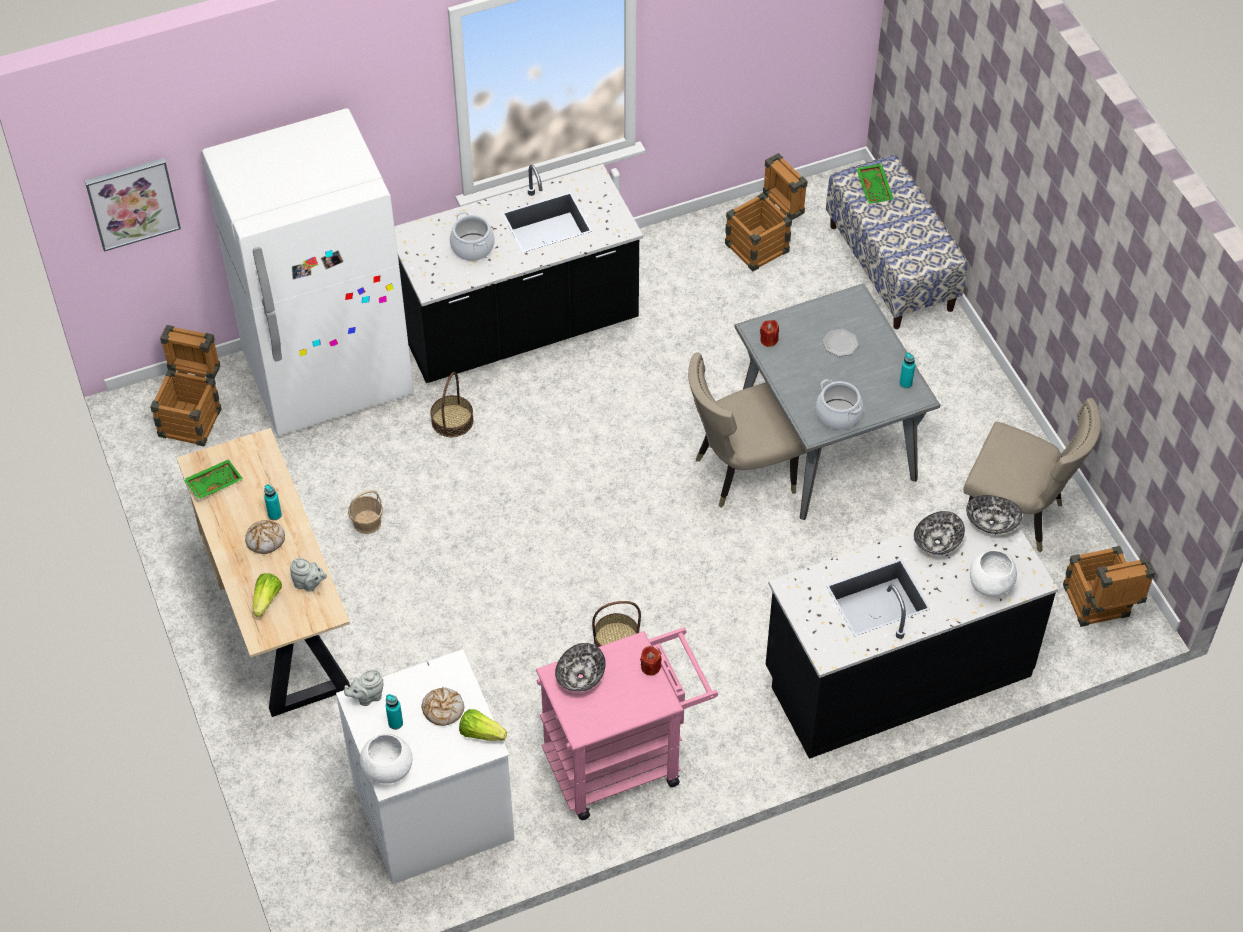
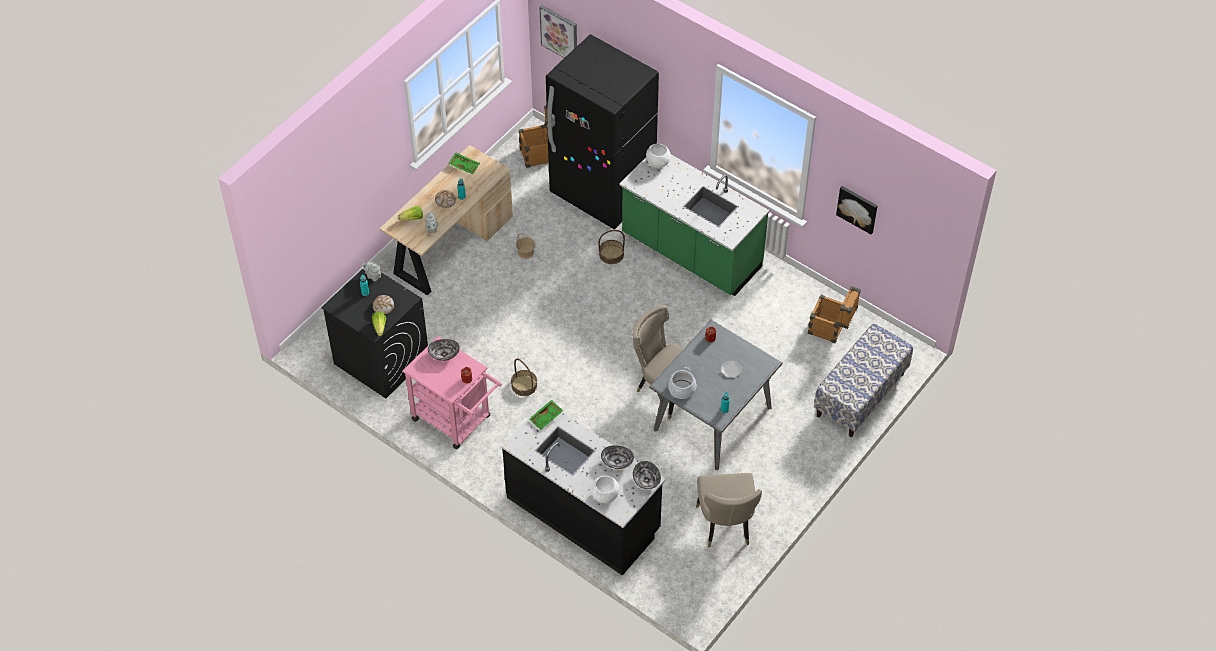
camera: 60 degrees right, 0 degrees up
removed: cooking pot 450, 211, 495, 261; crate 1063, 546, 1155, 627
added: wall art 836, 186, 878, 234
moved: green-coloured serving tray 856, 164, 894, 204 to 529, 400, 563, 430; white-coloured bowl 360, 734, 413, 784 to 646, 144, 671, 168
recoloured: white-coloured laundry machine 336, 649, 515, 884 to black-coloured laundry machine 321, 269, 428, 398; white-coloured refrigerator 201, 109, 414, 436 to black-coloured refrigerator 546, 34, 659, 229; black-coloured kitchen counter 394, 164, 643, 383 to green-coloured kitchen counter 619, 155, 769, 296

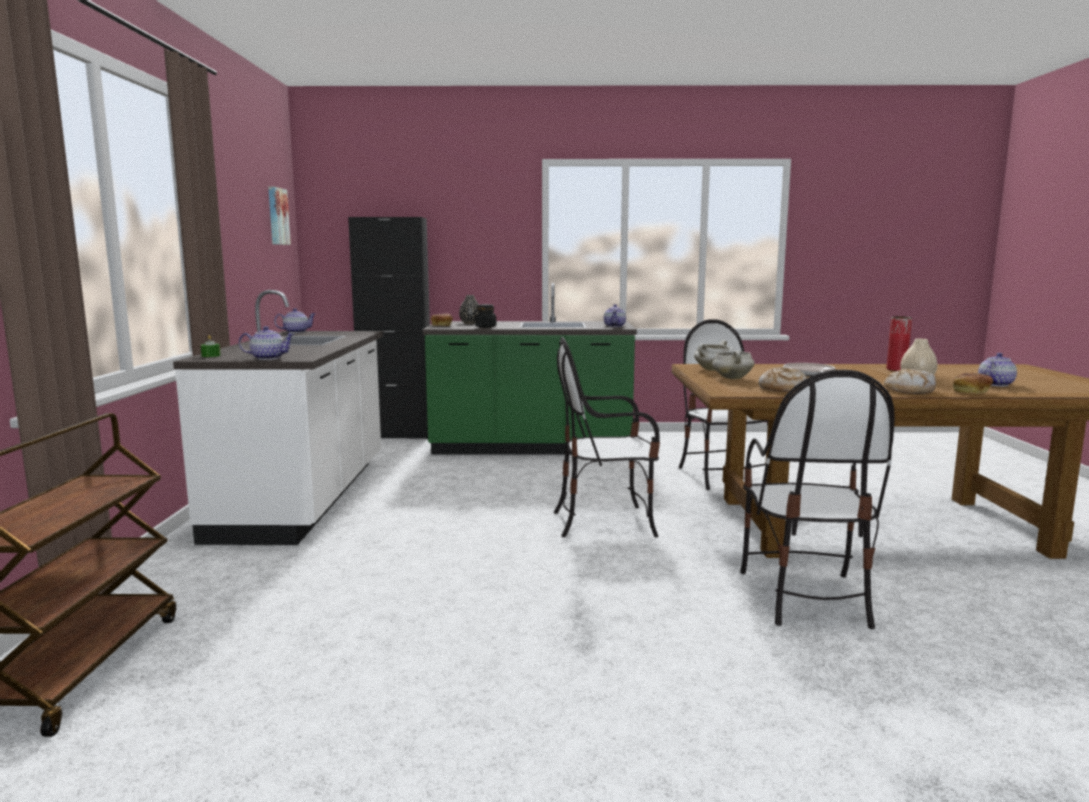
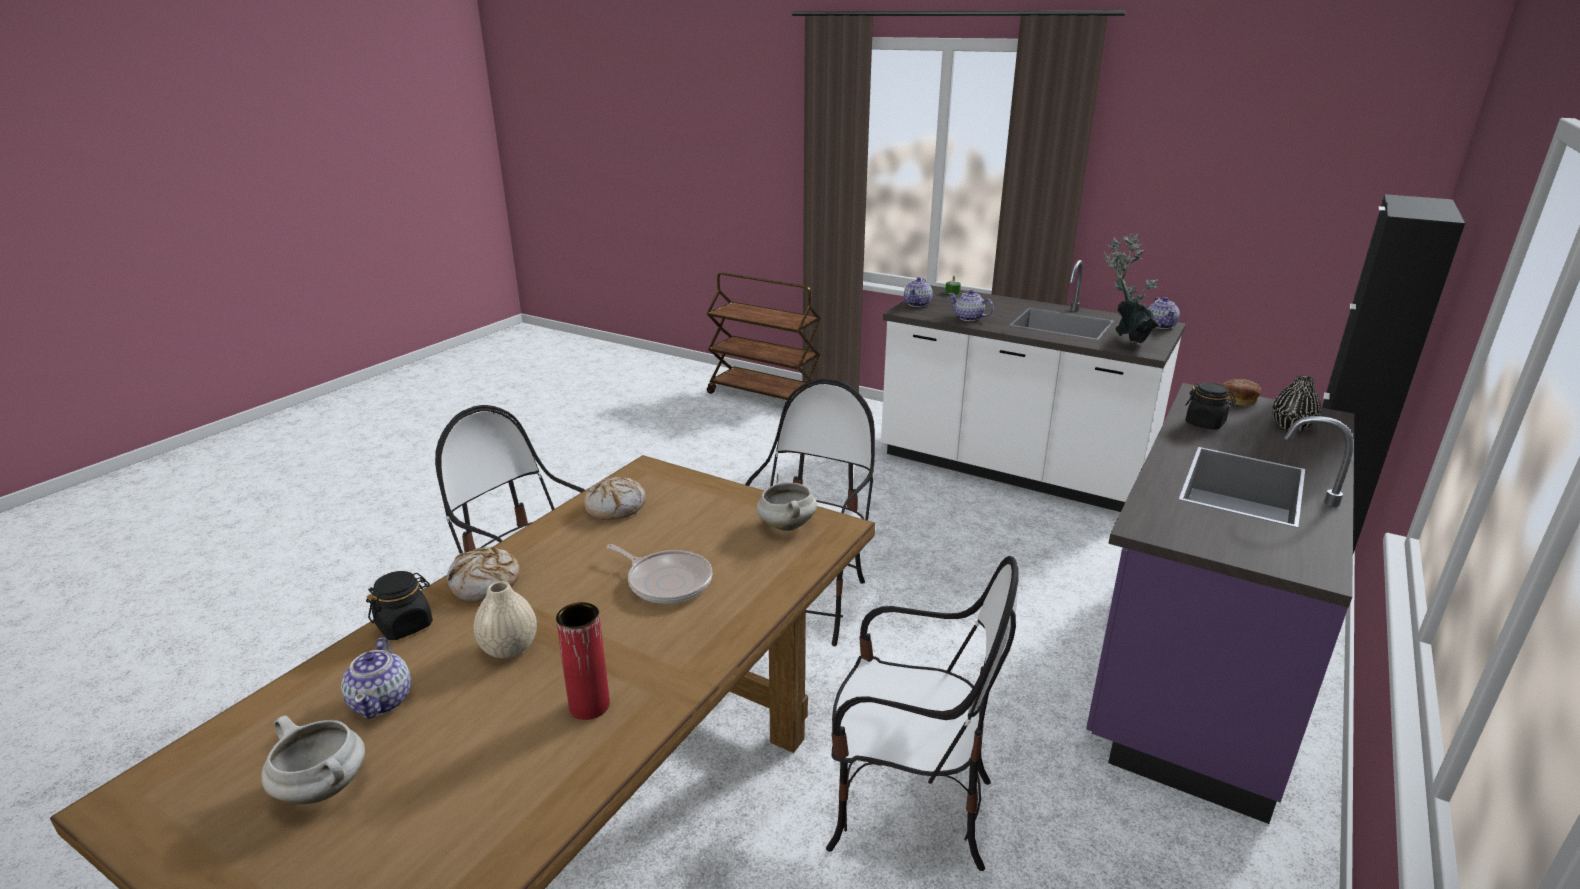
camera: 120 degrees right, 15 degrees up
removed: wall art 268, 186, 291, 245
added: plant in a pot 1104, 233, 1161, 343
moved: white-coloured cooking pot 712, 346, 755, 379 to 261, 715, 365, 804; tea pot 604, 304, 626, 327 to 948, 290, 994, 321
replaced: bread 953, 373, 993, 394 to black-coloured preserve jar 366, 571, 433, 640
recoloured: green-coloured kitchen counter 422, 283, 637, 455 to purple-coloured kitchen counter 1086, 383, 1354, 824

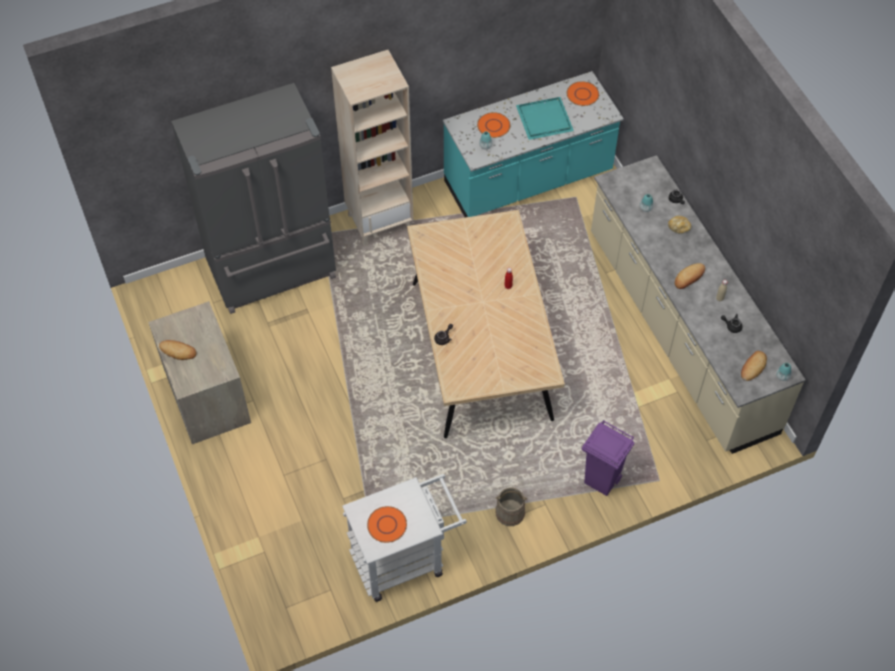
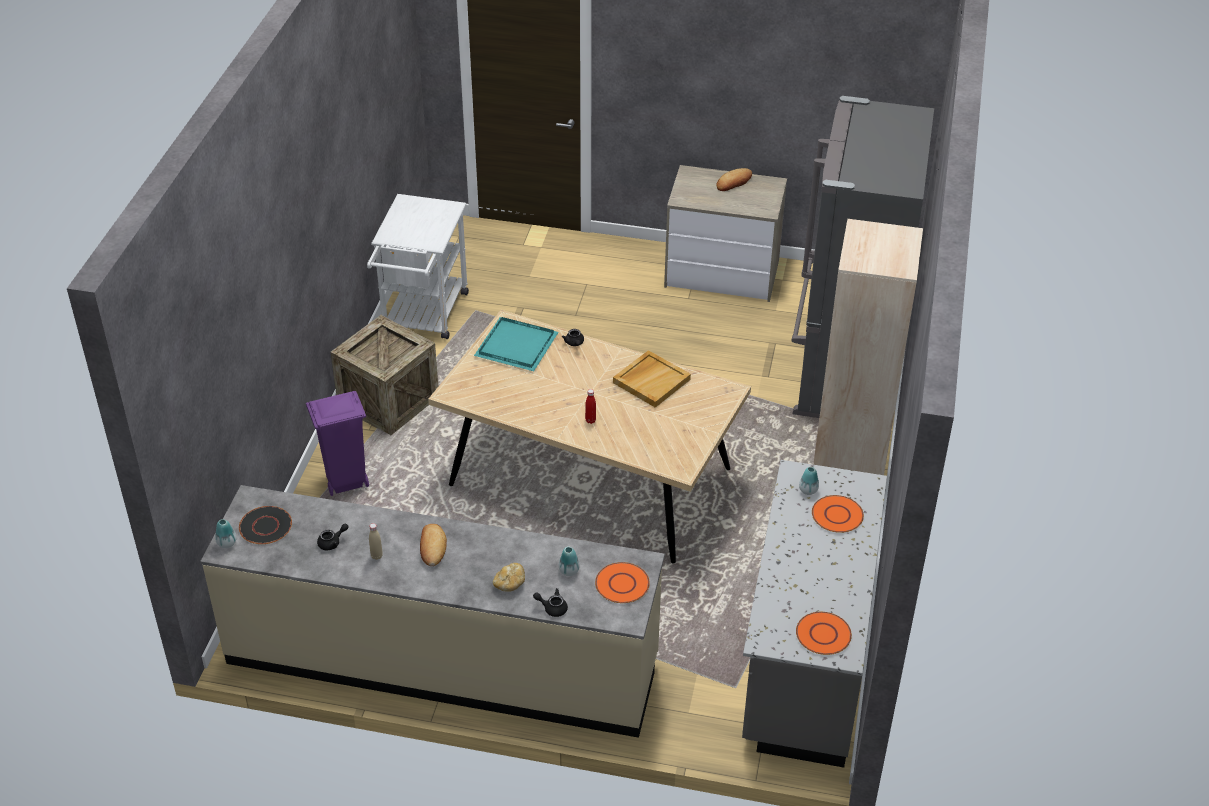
camera: 125 degrees right, 15 degrees down
added: beige-coloured serving tray 613, 350, 691, 408
moved: turquoise serving tray 516, 97, 574, 140 to 474, 317, 559, 371; orangey flat dish 367, 506, 407, 543 to 595, 562, 650, 603
replaced: bread 741, 351, 767, 381 to black-coloured flat dish 239, 506, 292, 544; beige-coloured bucket 496, 488, 527, 526 to crate 330, 315, 438, 435
recoloured: turquoise kitchen counter 443, 71, 624, 218 to greyish kitchen counter 742, 460, 887, 768

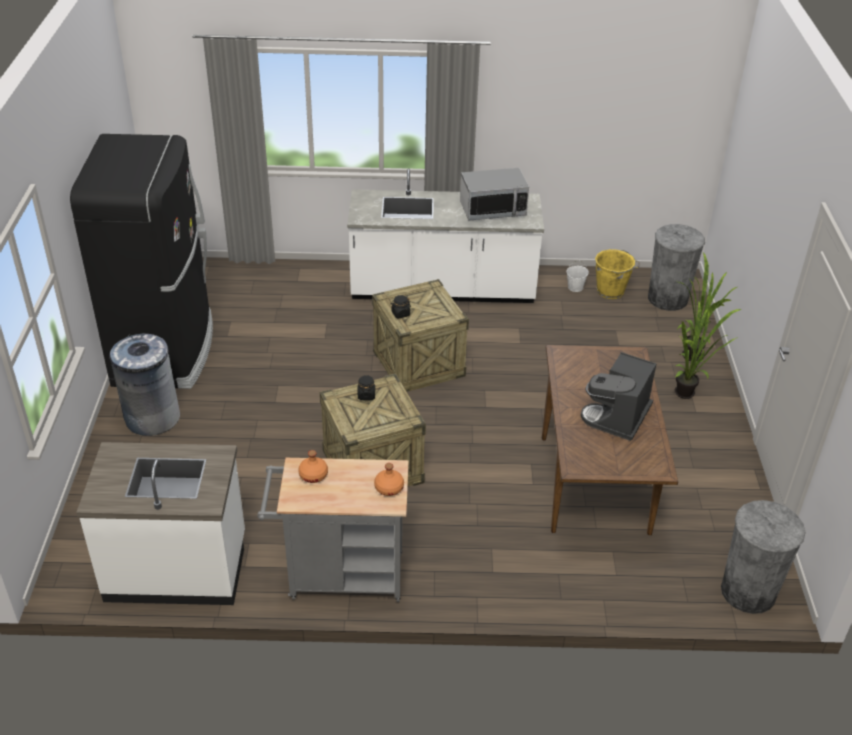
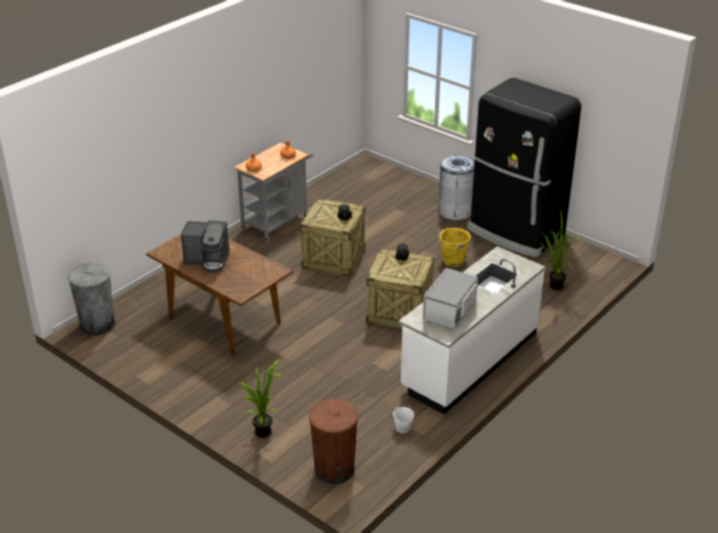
camera: 130 degrees right, 5 degrees down
removed: white-coloured kitchen counter 76, 442, 245, 605
moved: yellow bucket 595, 249, 640, 299 to 438, 228, 471, 267; plant in a pot 675, 301, 741, 399 to 540, 210, 581, 290
recoloured: greyish trash can 648, 224, 705, 311 to brown-coloured trash can 309, 399, 358, 484
turned: coffee brewer 581, 352, 657, 441 = 181, 220, 230, 273 120 degrees clockwise

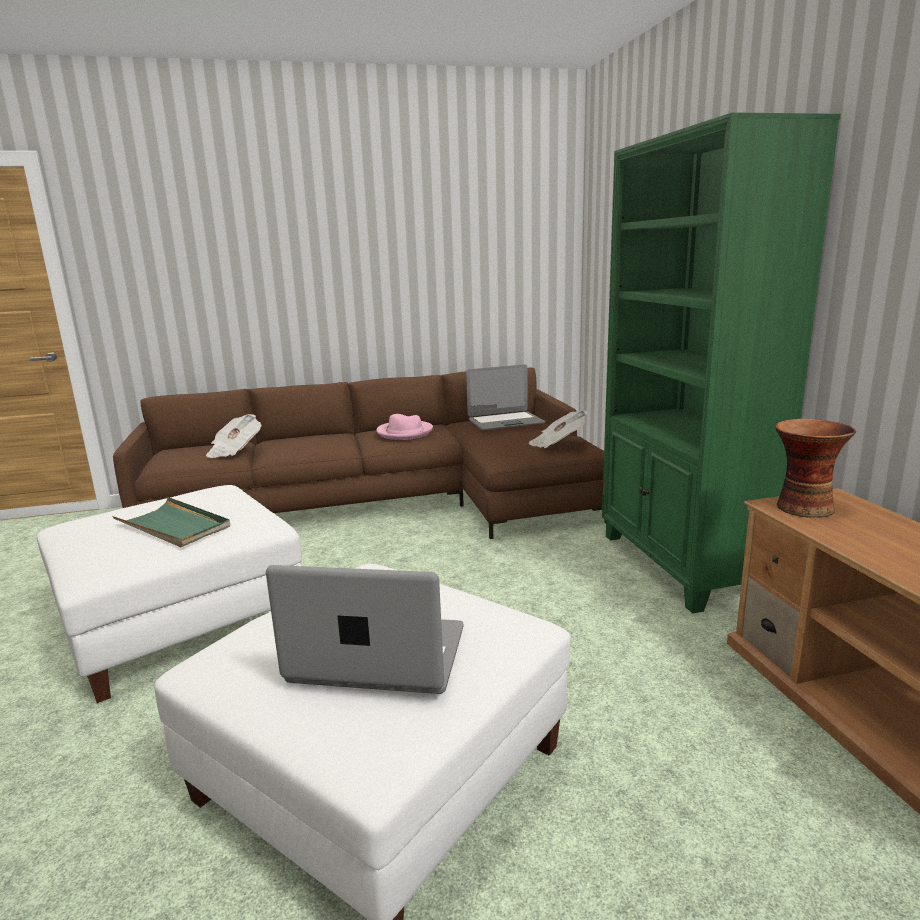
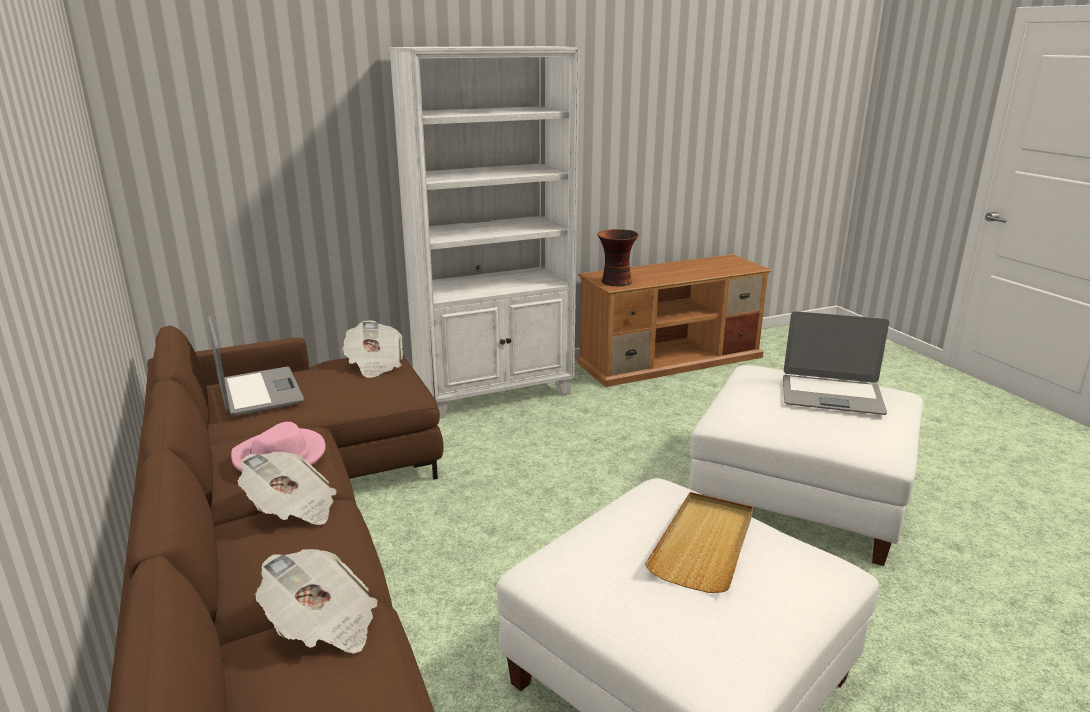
camera: 100 degrees left, 5 degrees up
added: newspaper 238, 452, 337, 525
recoloured: green-coloured bookshelf 602, 113, 841, 613 to white-coloured bookshelf 389, 46, 580, 418; green-coloured serving tray 112, 497, 230, 547 to beige-coloured serving tray 645, 492, 753, 593
turned: notebook computer 266, 565, 463, 694 = 783, 311, 889, 415 75 degrees counterclockwise

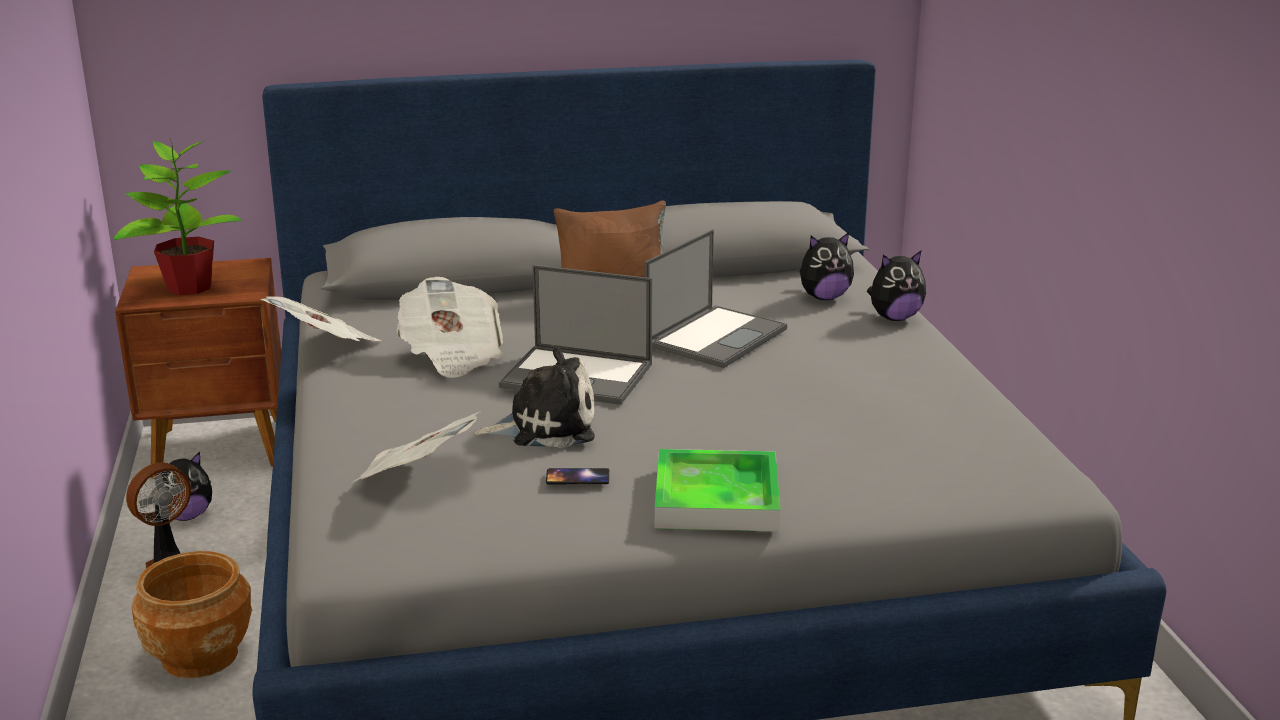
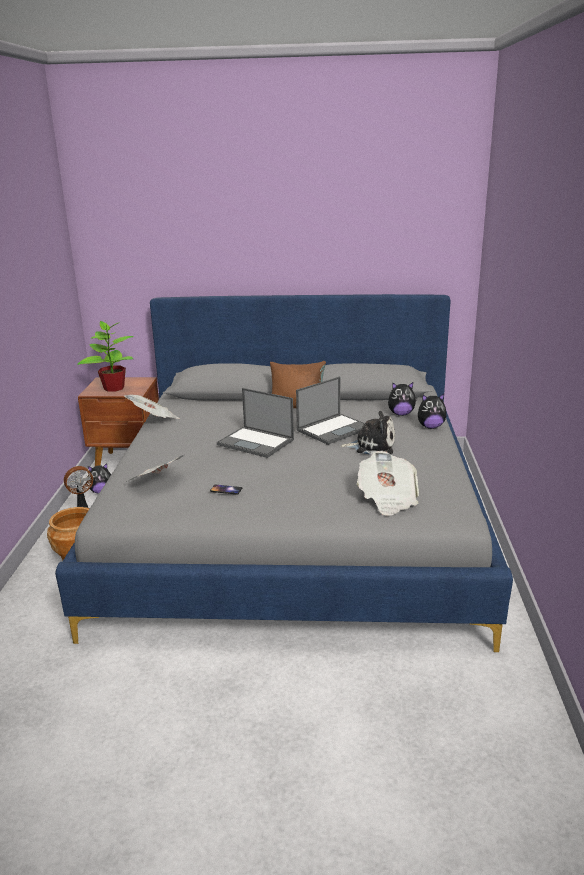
camera: 15 degrees right, 0 degrees up
removed: serving tray 655, 449, 780, 532
moved: soft toy 475, 347, 595, 448 to 340, 411, 395, 455; newspaper 397, 277, 503, 378 to 357, 451, 419, 516

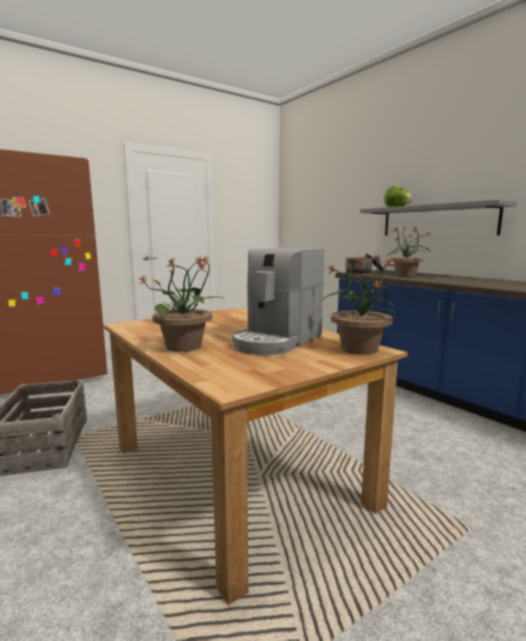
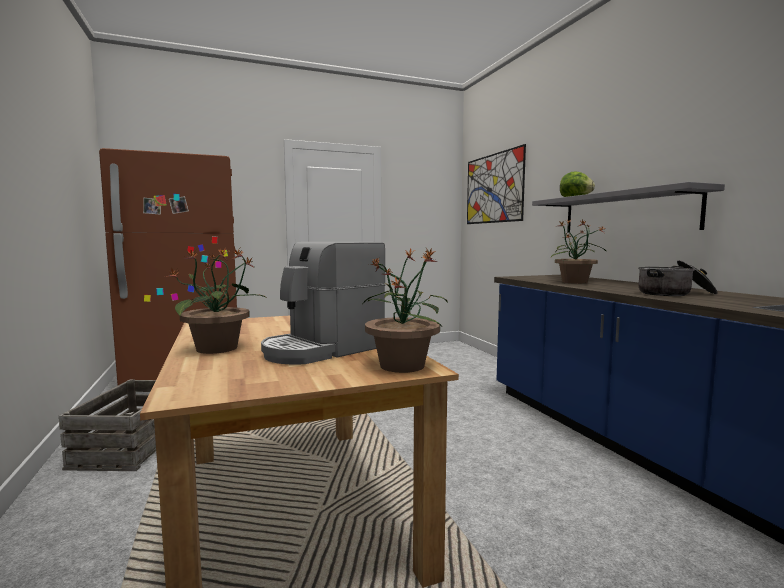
camera: 15 degrees right, 5 degrees down
added: wall art 467, 144, 526, 224
moved: cooking pot 345, 253, 385, 274 to 638, 260, 718, 296

